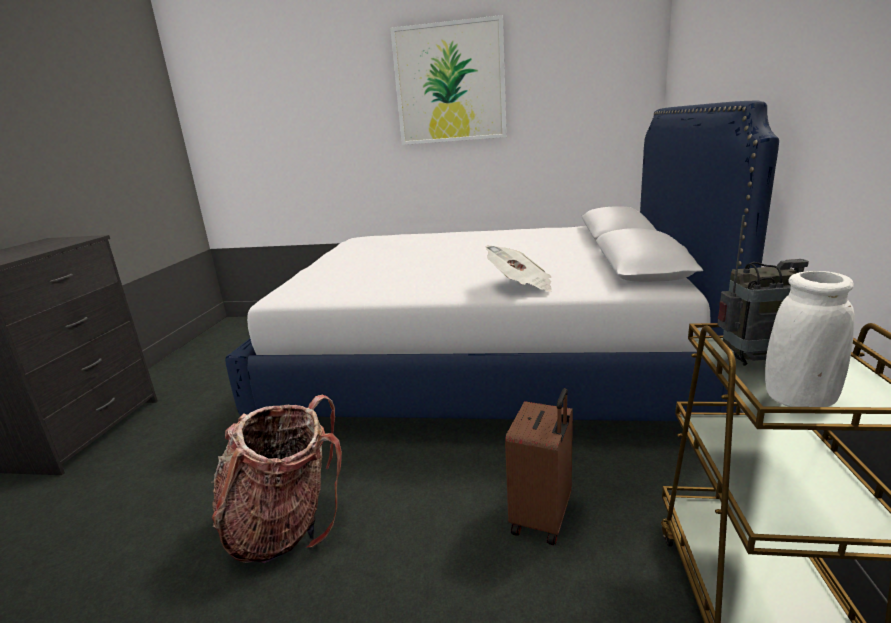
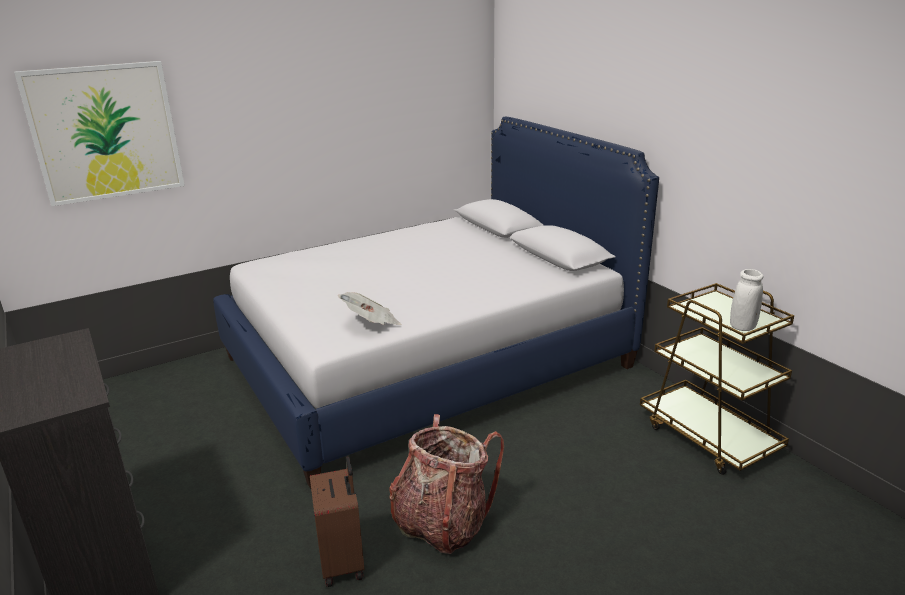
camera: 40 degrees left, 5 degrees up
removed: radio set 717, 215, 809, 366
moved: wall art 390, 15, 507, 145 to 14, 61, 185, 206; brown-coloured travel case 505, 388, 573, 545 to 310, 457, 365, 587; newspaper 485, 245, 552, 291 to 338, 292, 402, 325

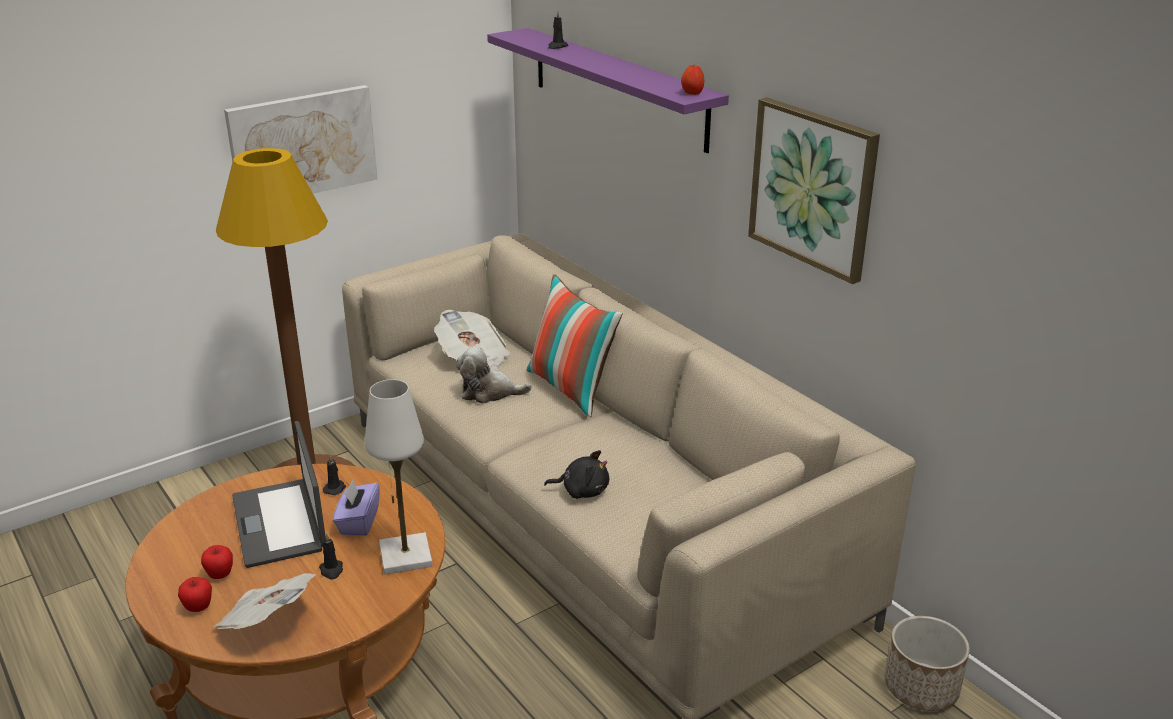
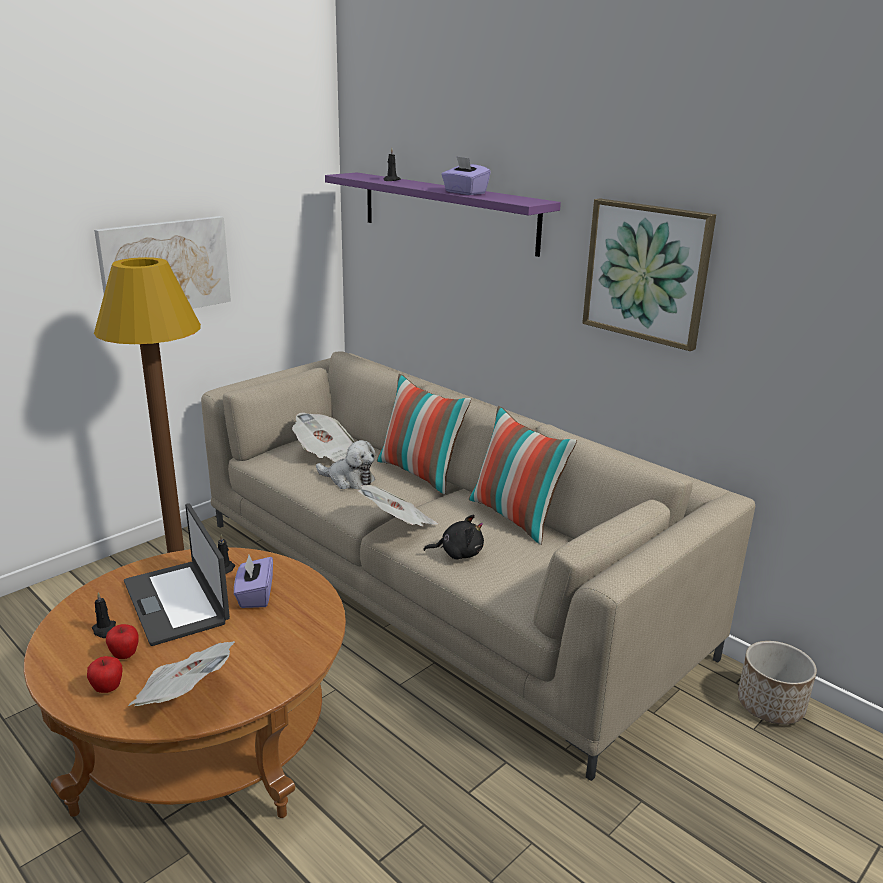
camera: 10 degrees left, 5 degrees down
removed: white-coloured tabletop lamp 365, 379, 433, 575; whole apple 681, 65, 704, 95
added: newspaper 357, 485, 438, 526; purple-coloured tissue holder 441, 156, 491, 195; cushion 469, 406, 577, 545
moved: black-coloured candle 319, 533, 343, 579 to 92, 592, 116, 638
turned: soft toy 456, 346, 532, 404 = 316, 440, 376, 489 150 degrees counterclockwise

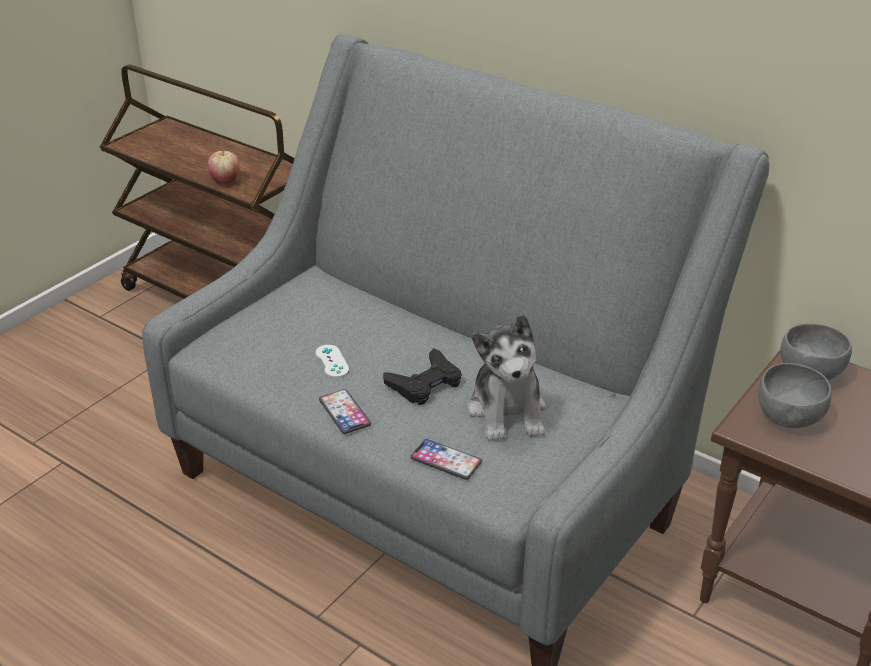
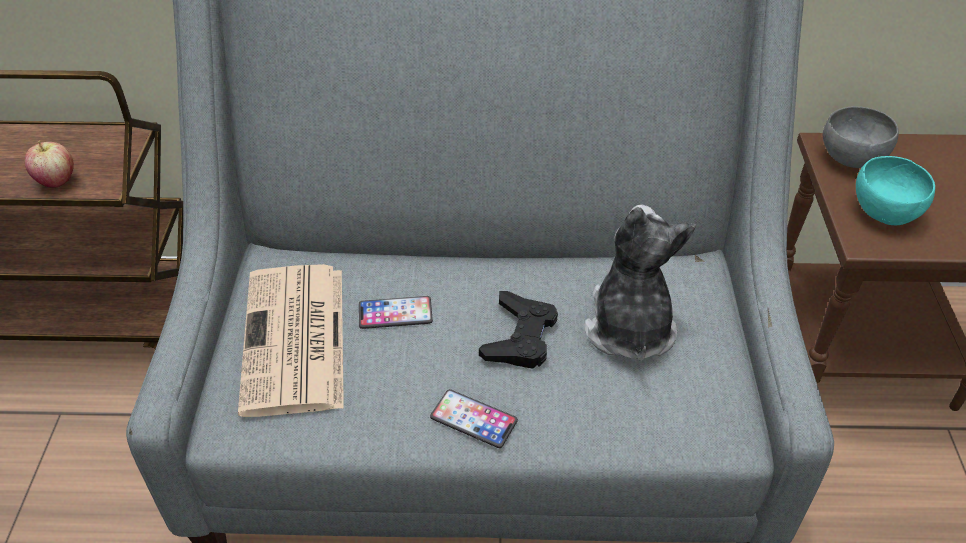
camera: 35 degrees left, 10 degrees up
removed: white-coloured gamepad 316, 345, 349, 378
added: newspaper 238, 264, 344, 417
moved: phone 410, 439, 482, 480 to 359, 296, 433, 329
recoloured: greyish bowl 758, 363, 831, 428 to turquoise bowl 856, 156, 935, 225
turned: soft toy 468, 314, 546, 441 = 584, 204, 696, 361 135 degrees counterclockwise

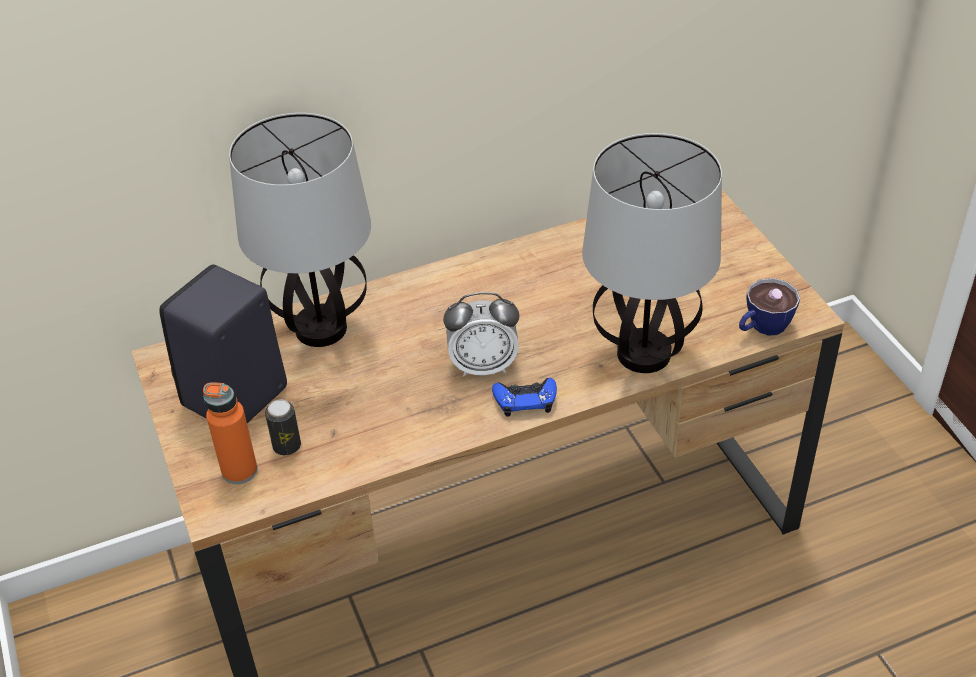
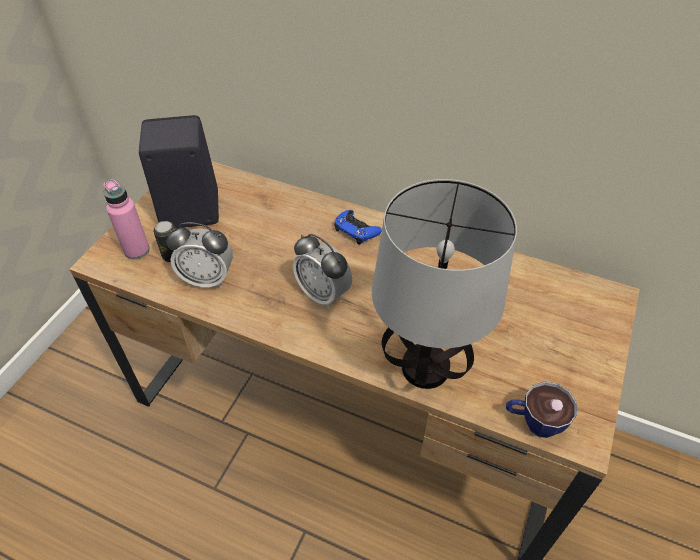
camera: 45 degrees right, 5 degrees up
removed: tabletop lamp 229, 113, 371, 347
added: bedside clock 167, 222, 233, 288
moved: blue gamepad 492, 377, 557, 417 to 334, 210, 382, 245
recoloured: orangey beverage bottle 203, 383, 258, 484 to pink beverage bottle 104, 179, 150, 259

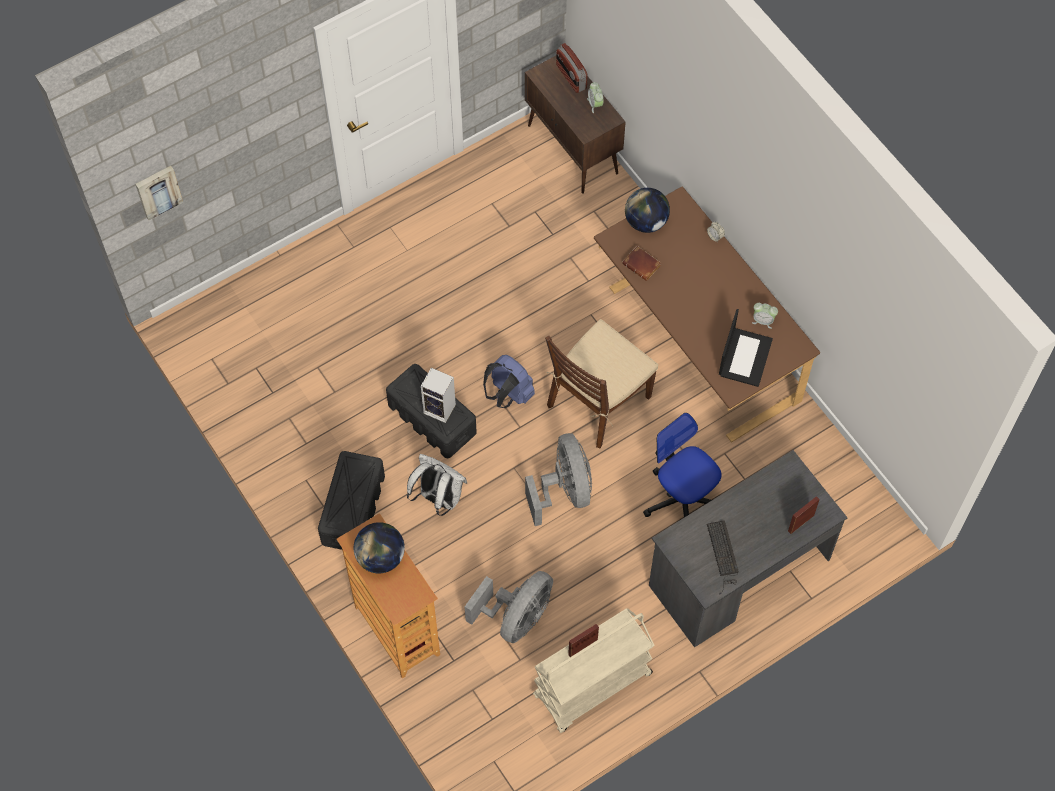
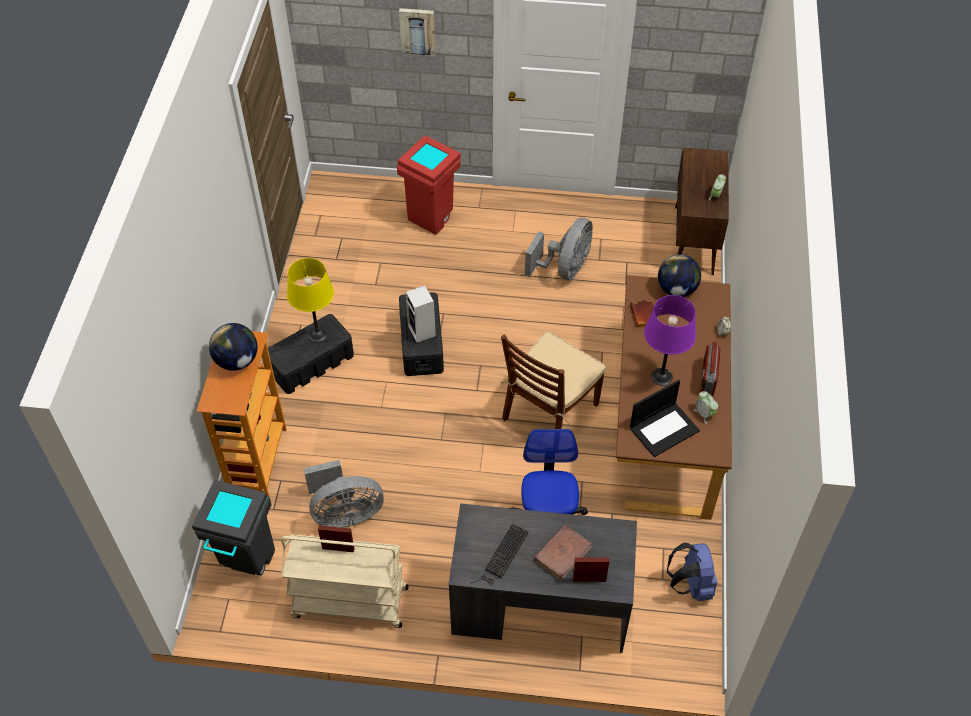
camera: 40 degrees right, 10 degrees down
removed: white-coloured backpack 407, 454, 467, 516
added: greyish trash can 192, 480, 275, 576; yellow tabletop lamp 287, 258, 334, 342; red-coloured trash can 397, 135, 461, 235; brown-coloured bound book 534, 525, 592, 581; purple-coloured tabletop lamp 644, 295, 696, 386
moved: wall art 136, 166, 183, 220 to 399, 8, 436, 56; greyish electric fan 525, 433, 592, 526 to 525, 218, 593, 280; blue backpack 483, 355, 535, 408 to 667, 543, 717, 601; radio set 556, 43, 588, 93 to 700, 342, 720, 396
turned: brown-coloured upright chair 545, 319, 658, 449 = 501, 331, 607, 429 45 degrees counterclockwise

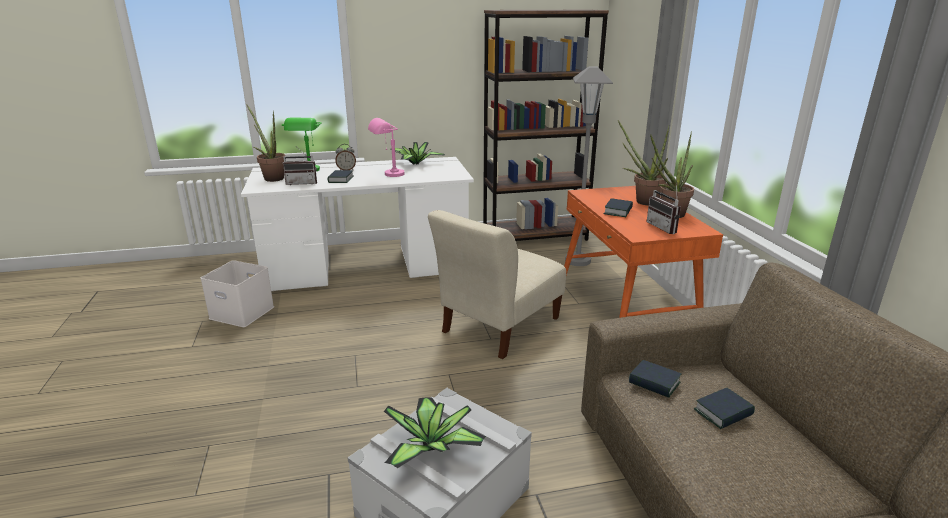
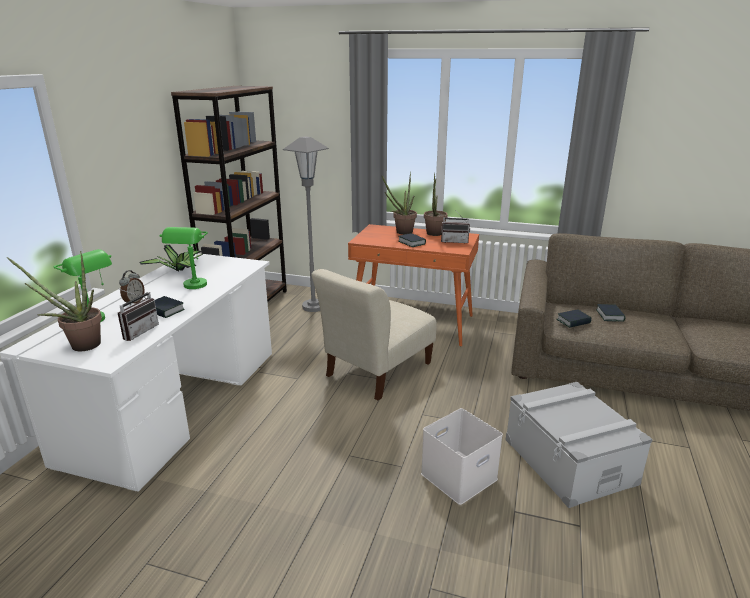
camera: 60 degrees left, 0 degrees up
removed: plant in a pot 384, 398, 486, 468
moved: white-coloured storage bin 200, 260, 274, 327 to 421, 408, 503, 505
recoloured: pink tabletop lamp 368, 118, 405, 177 to green-coloured tabletop lamp 160, 227, 208, 289
turned: beige-coloured upright chair 428, 210, 566, 359 = 311, 269, 437, 400 60 degrees clockwise

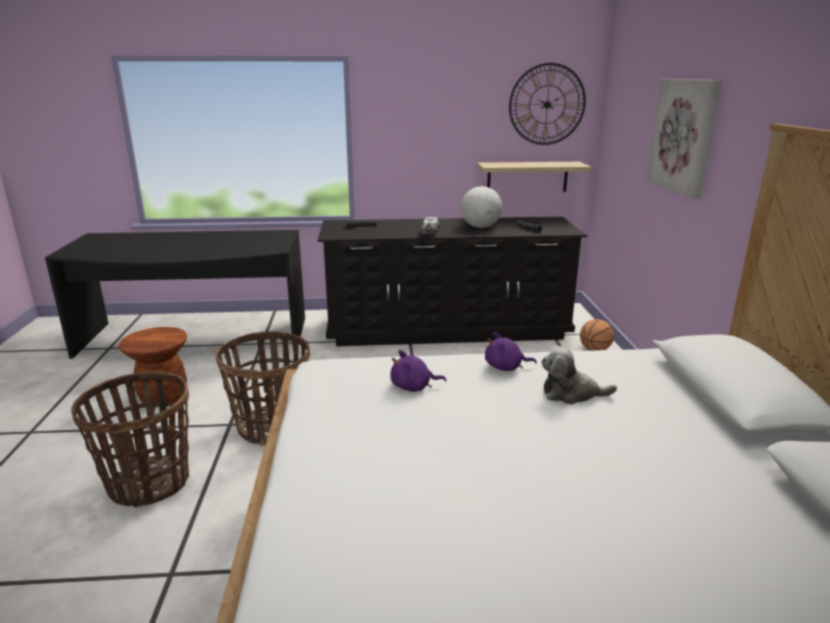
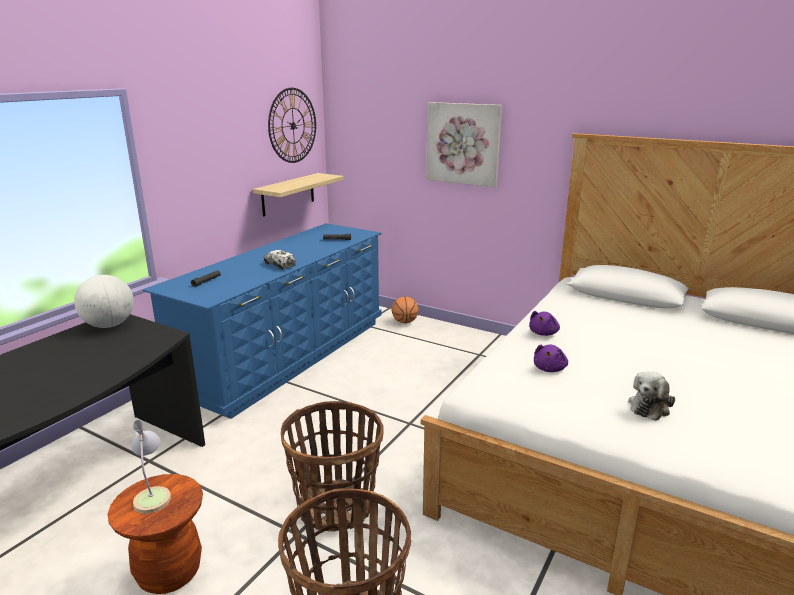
camera: 55 degrees left, 0 degrees up
added: tabletop lamp 132, 420, 171, 514
moved: globe 461, 186, 502, 228 to 74, 275, 134, 328; soft toy 541, 346, 617, 404 to 628, 371, 675, 421
recoloured: black-coloured chest of drawers 317, 217, 588, 346 to blue chest of drawers 143, 223, 382, 419

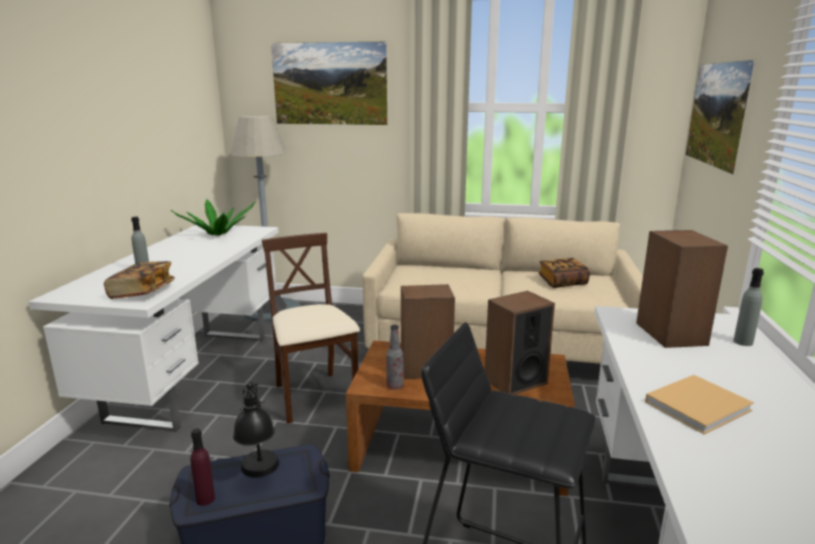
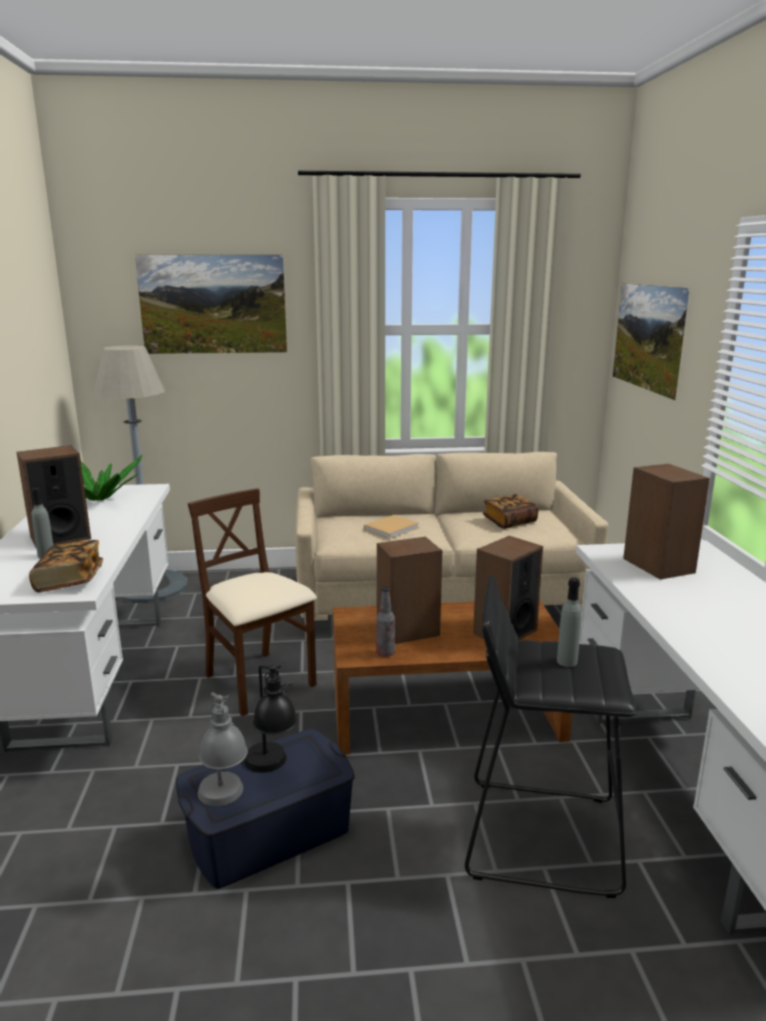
camera: 15 degrees left, 0 degrees up
added: audio speaker 16, 445, 91, 547
moved: beige-coloured bound book 645, 375, 754, 434 to 364, 515, 419, 539; greyish beverage bottle 733, 268, 764, 346 to 557, 578, 582, 667
replaced: purple-coloured beverage bottle 190, 428, 215, 506 to greyish tabletop lamp 198, 692, 248, 806

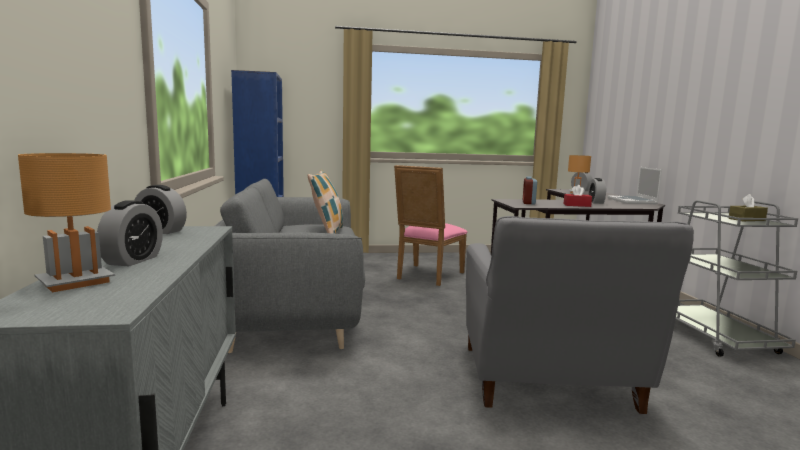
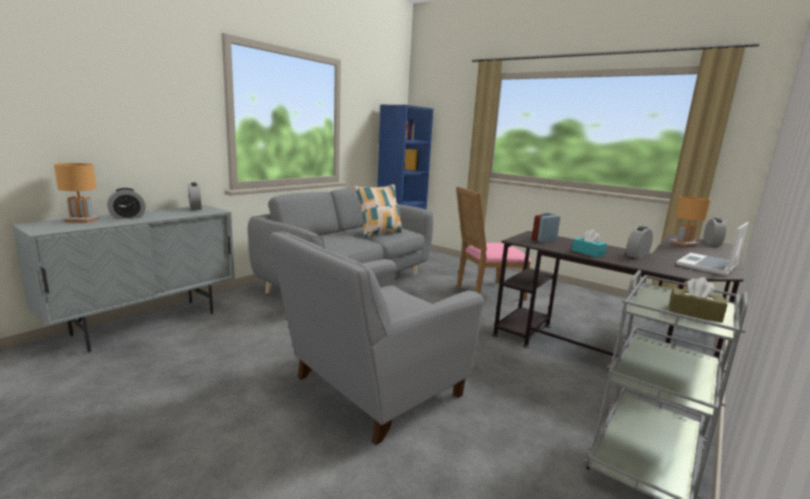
camera: 45 degrees right, 5 degrees up
recoloured: red-coloured tissue holder 564, 185, 592, 207 to turquoise tissue holder 572, 230, 607, 257

